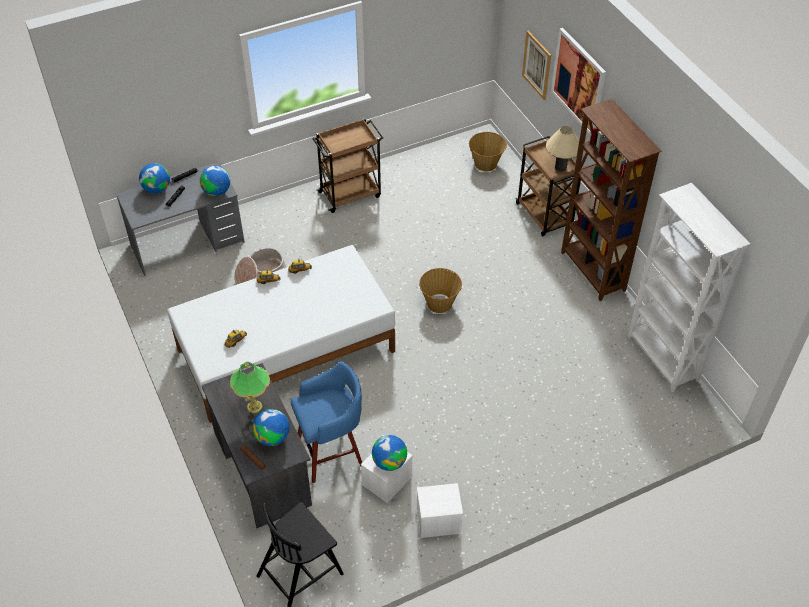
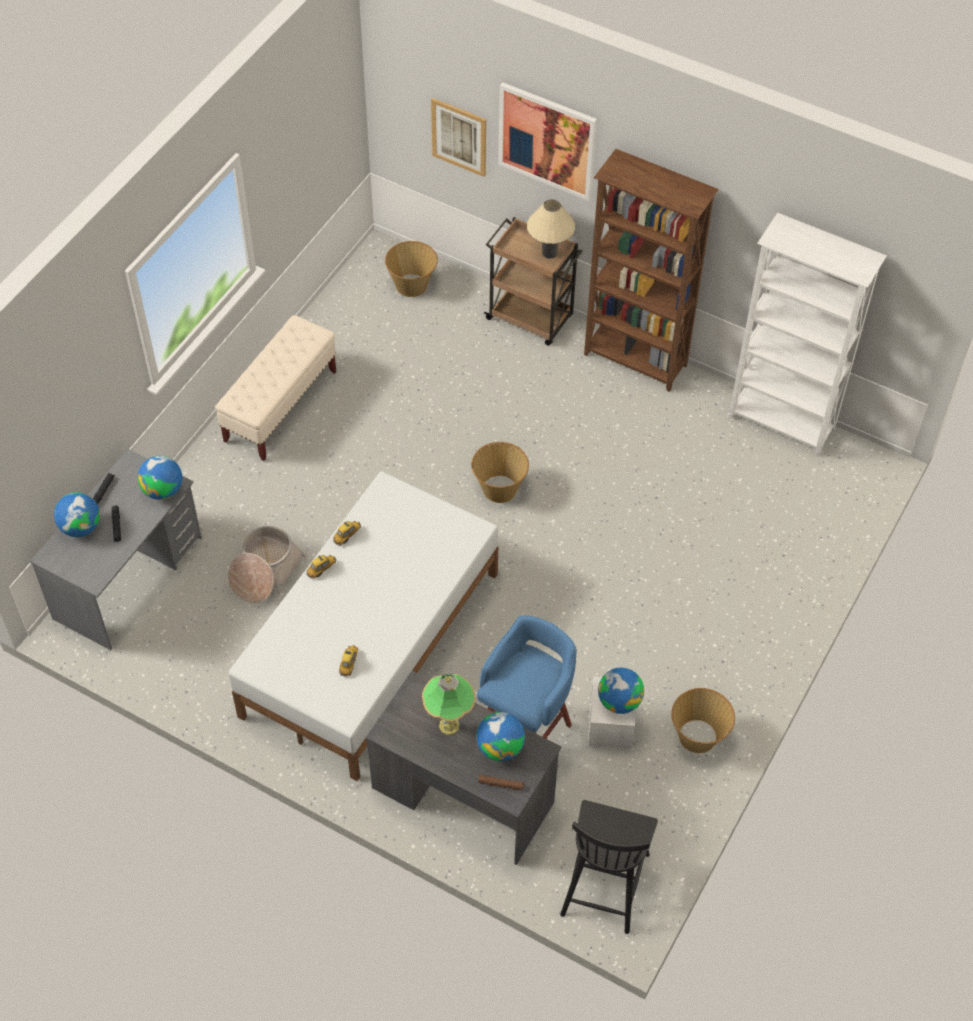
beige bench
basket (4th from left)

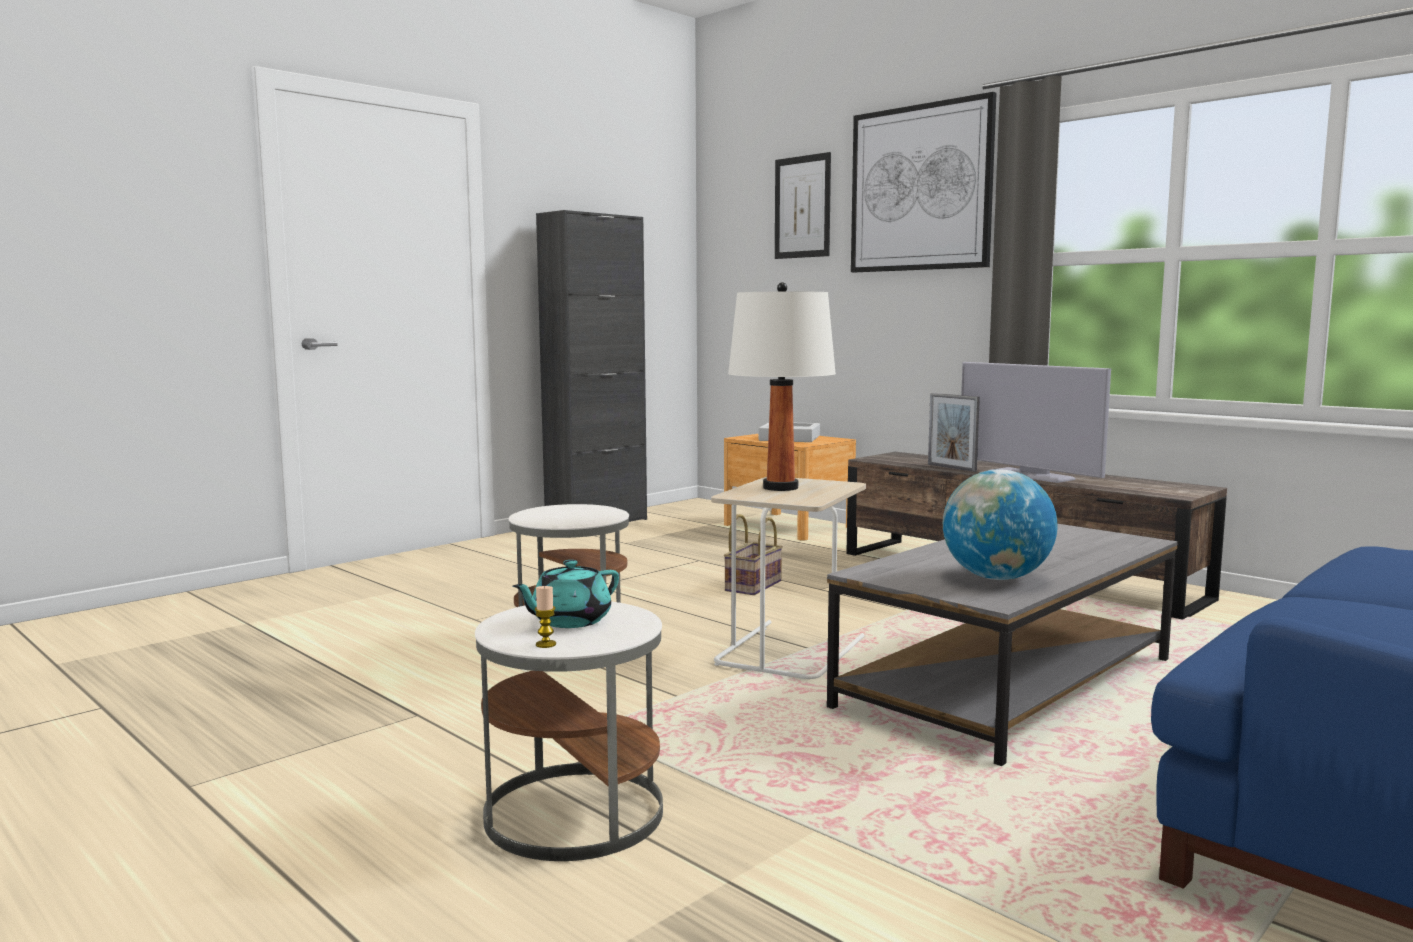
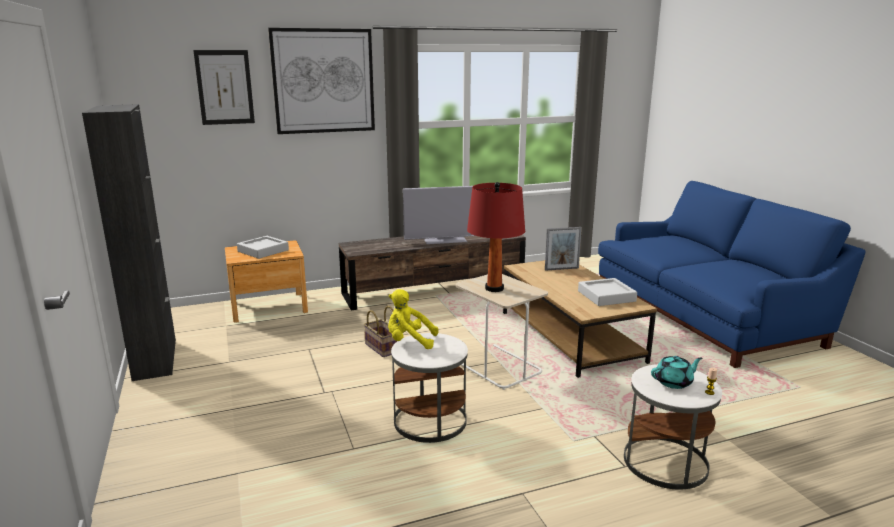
red table lamp
picture frame
grey tray (2nd from left)
brown coffee table
turquoise teapot
yellow plush toy

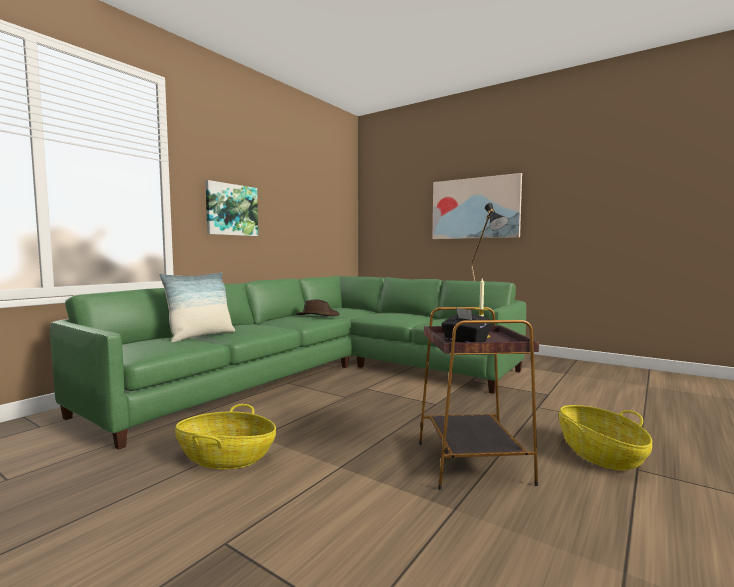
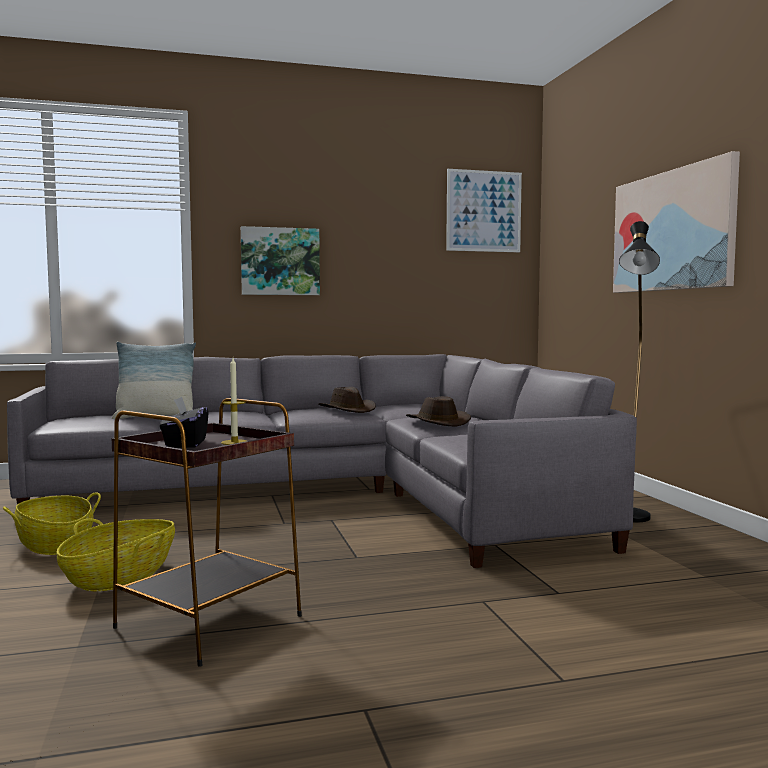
grey sofa
basket (2nd from left)
picture (2nd from left)
brown hat (2nd from left)

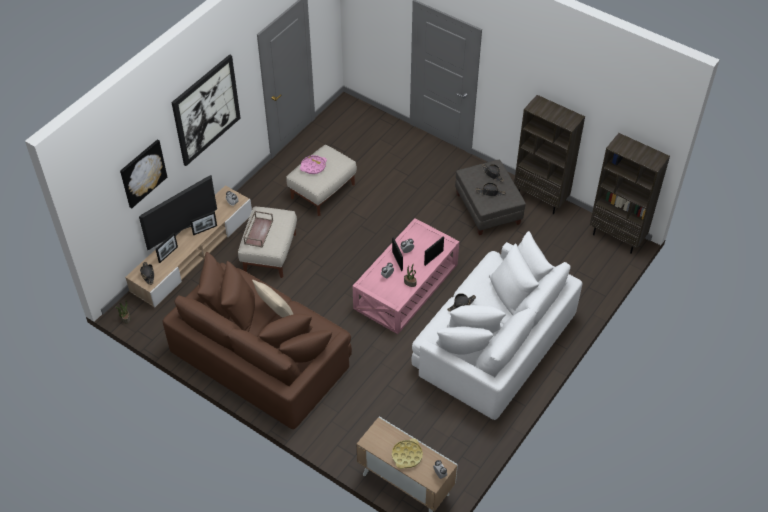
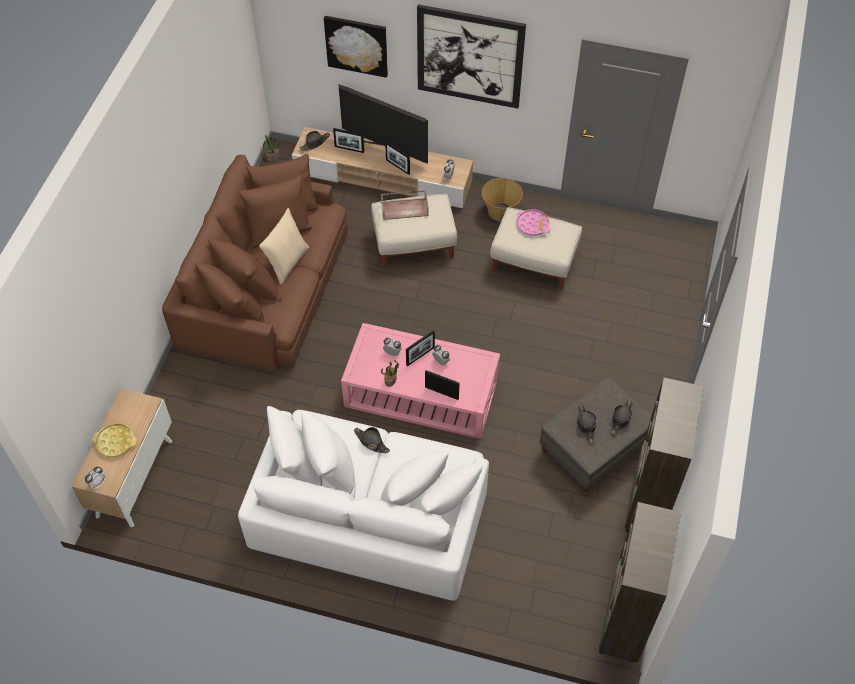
basket

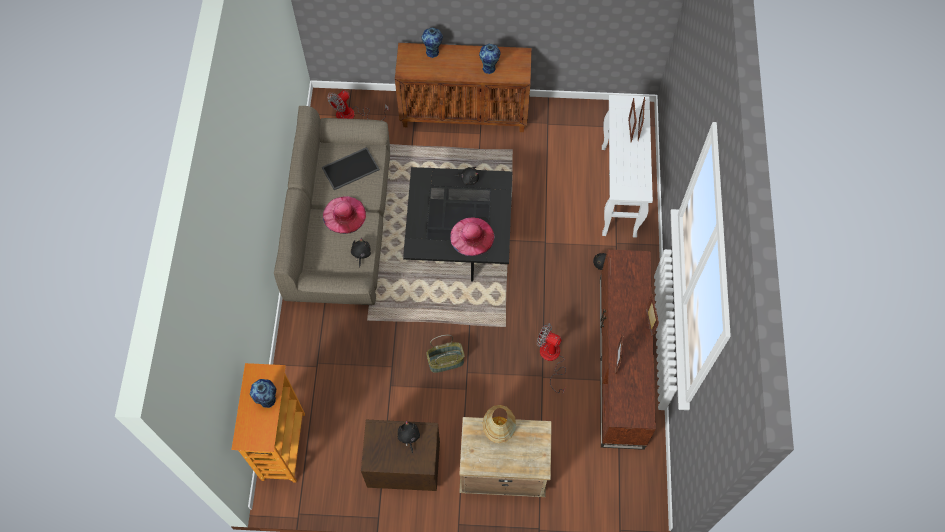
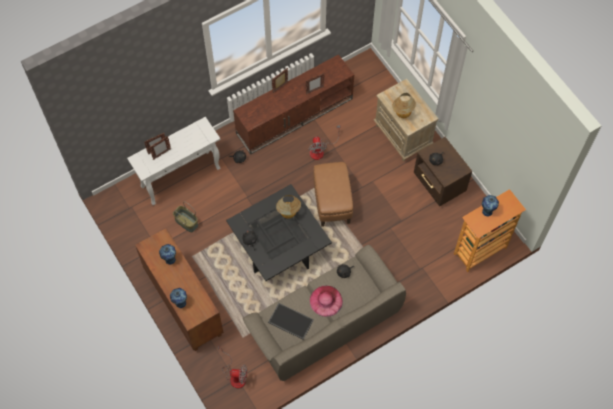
table lamp (1st from left)
basket
brown ottoman

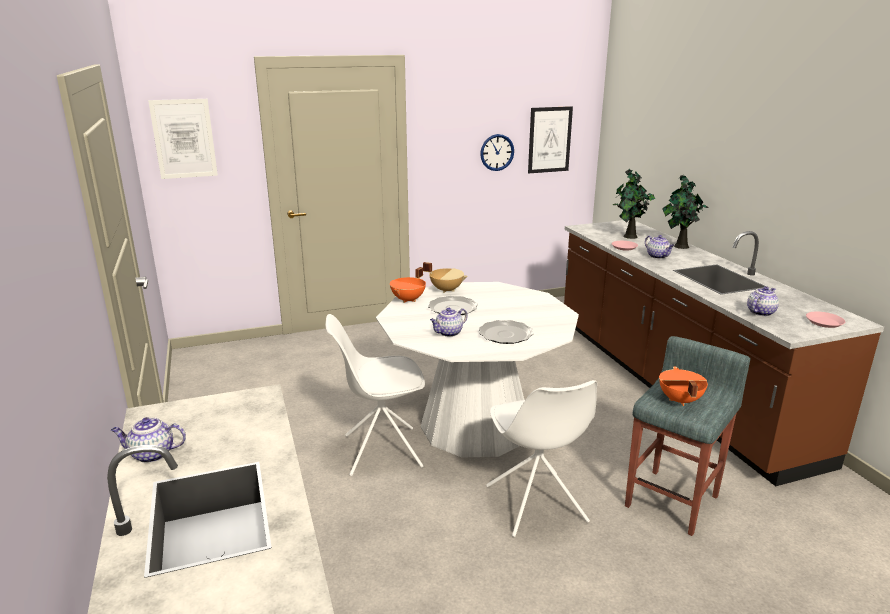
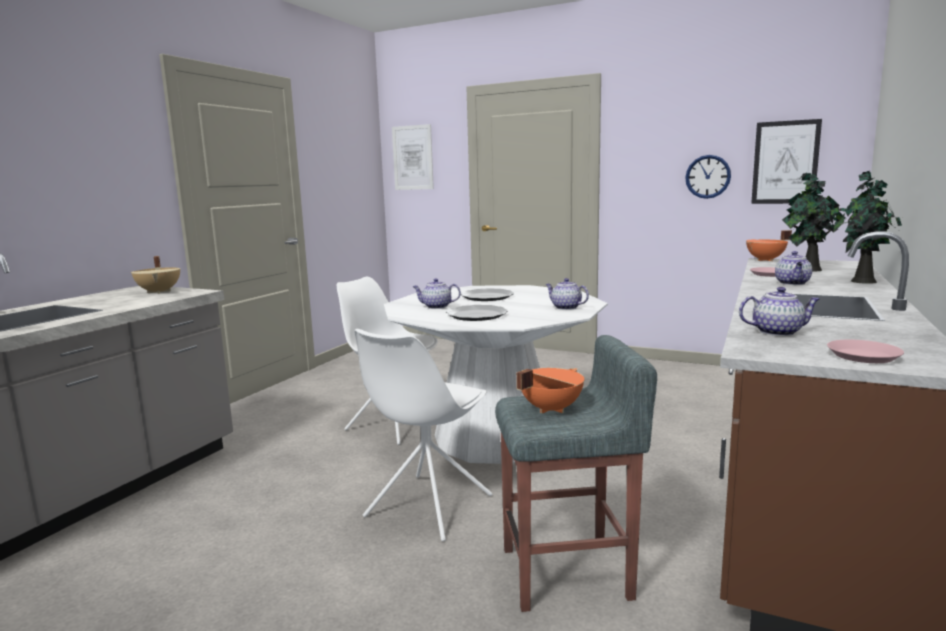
beige cooking pot
orange cooking pot (2nd from left)
teapot (2nd from left)

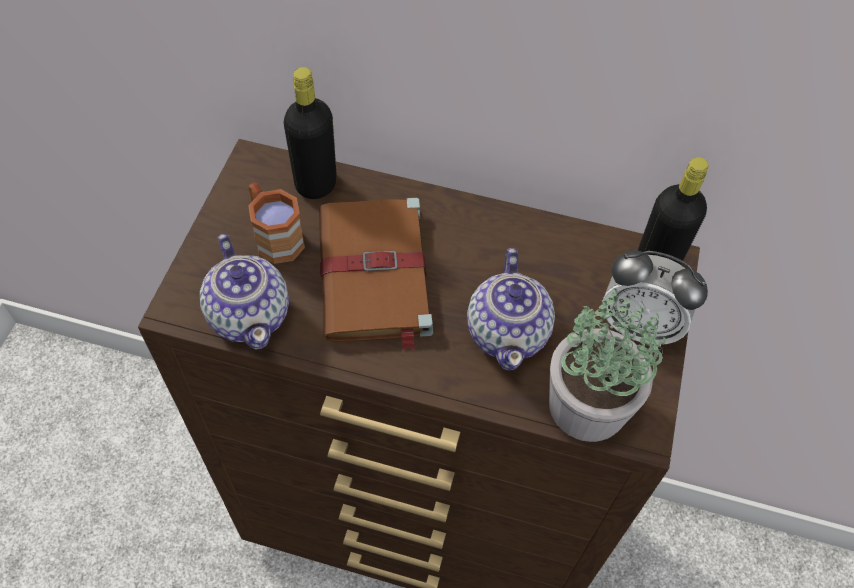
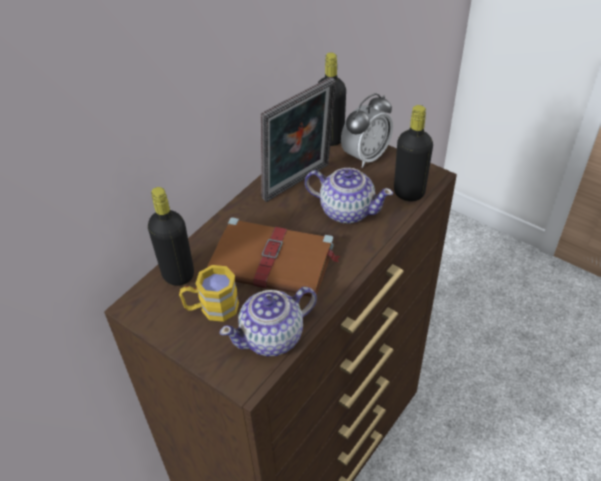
yellow mug
teapot (1st from left)
black bottle (3rd from left)
picture frame

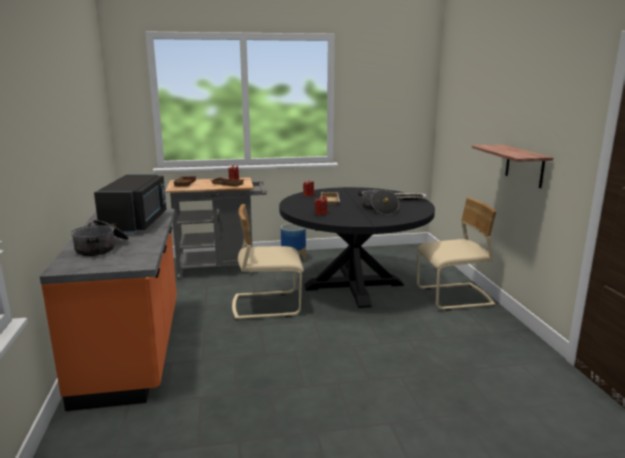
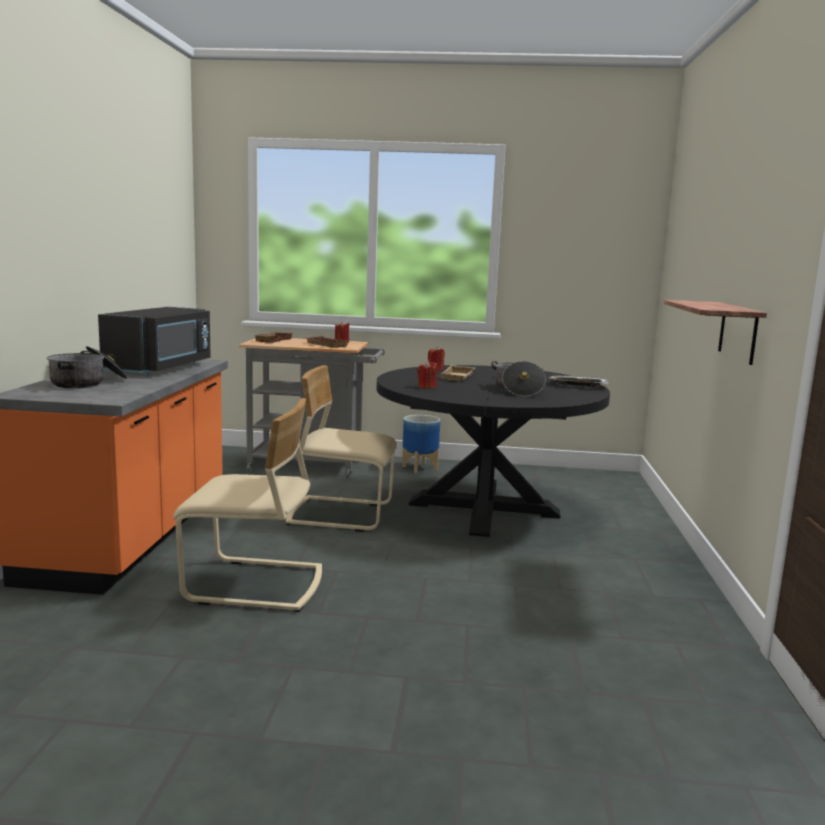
beige chair (1st from left)

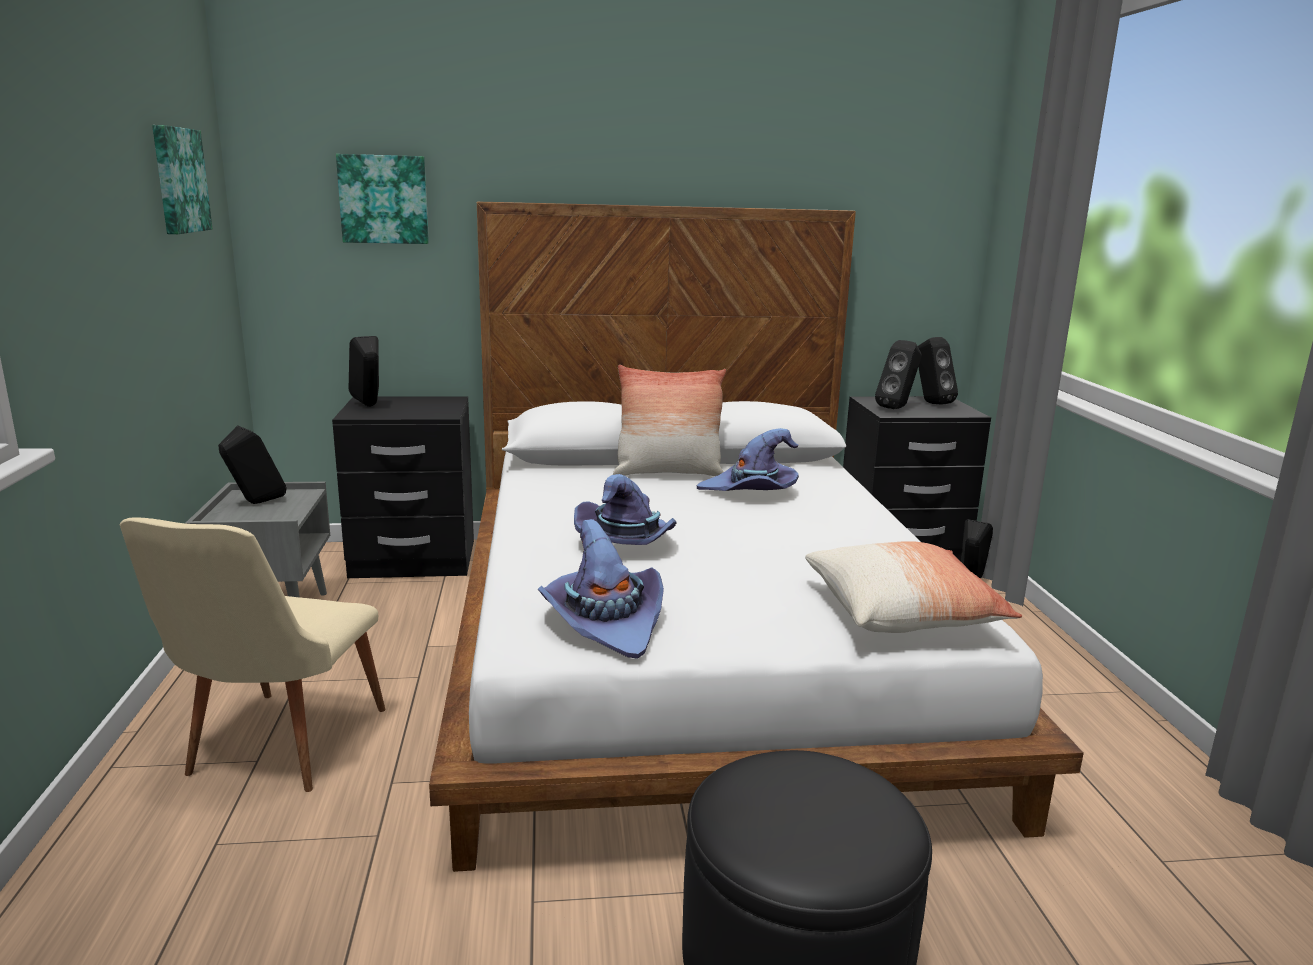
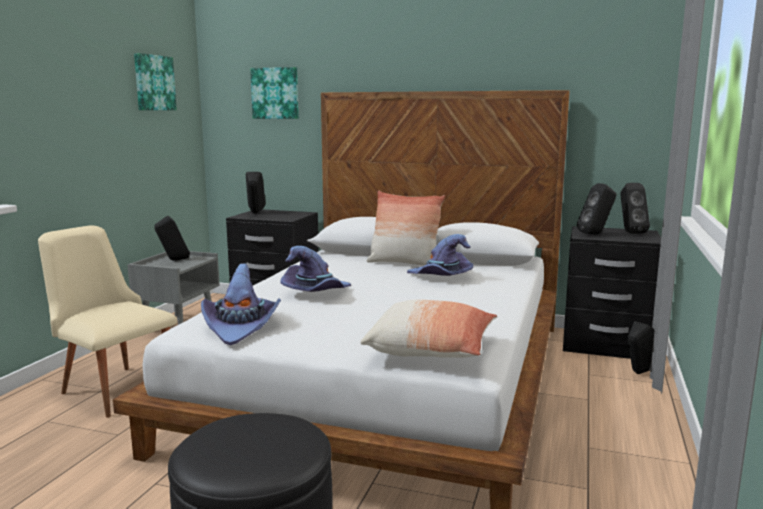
beige chair

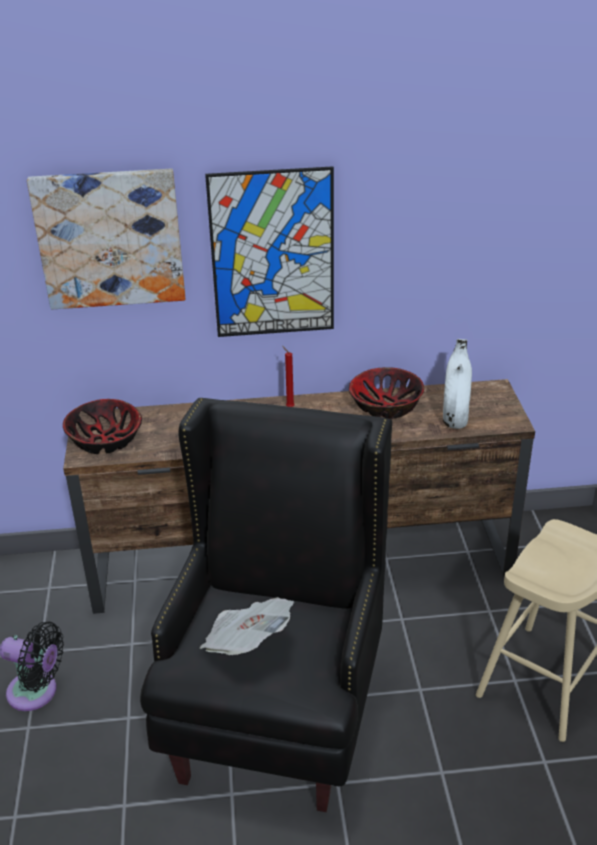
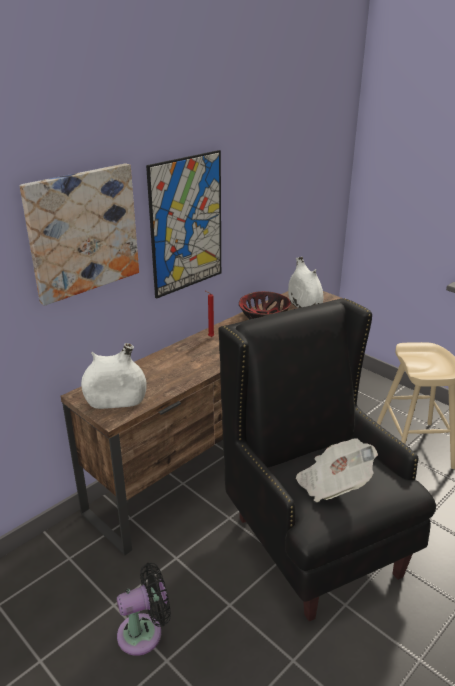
white vase (1st from left)

